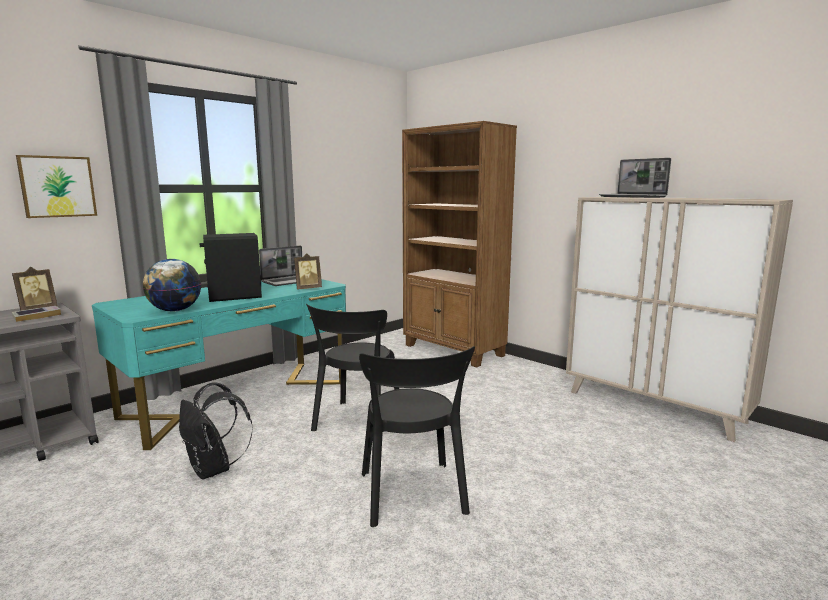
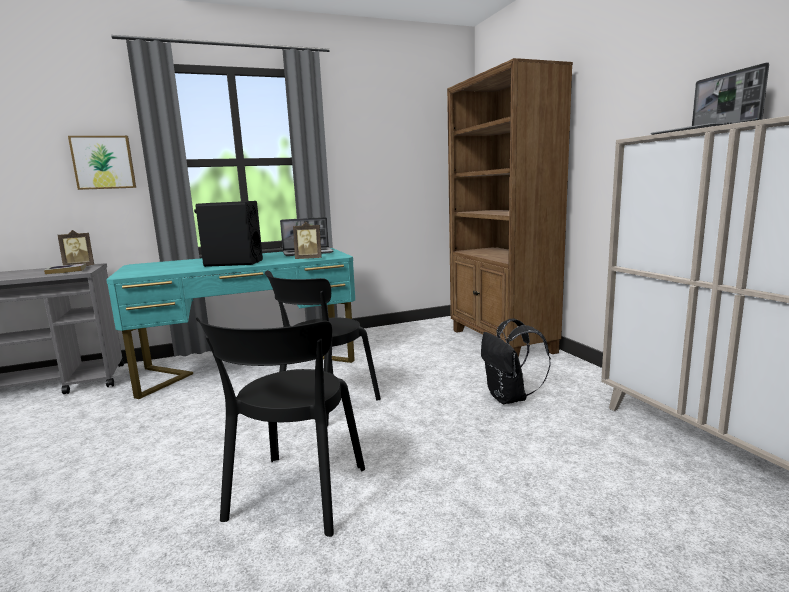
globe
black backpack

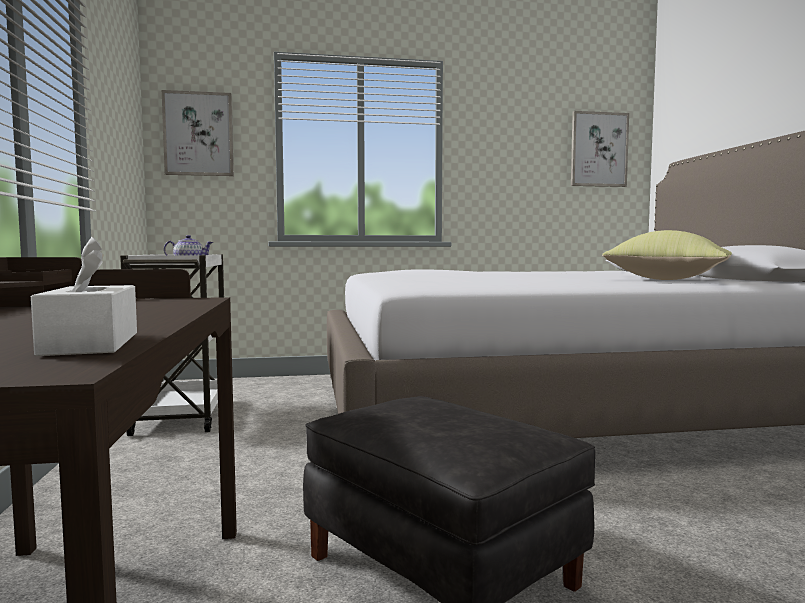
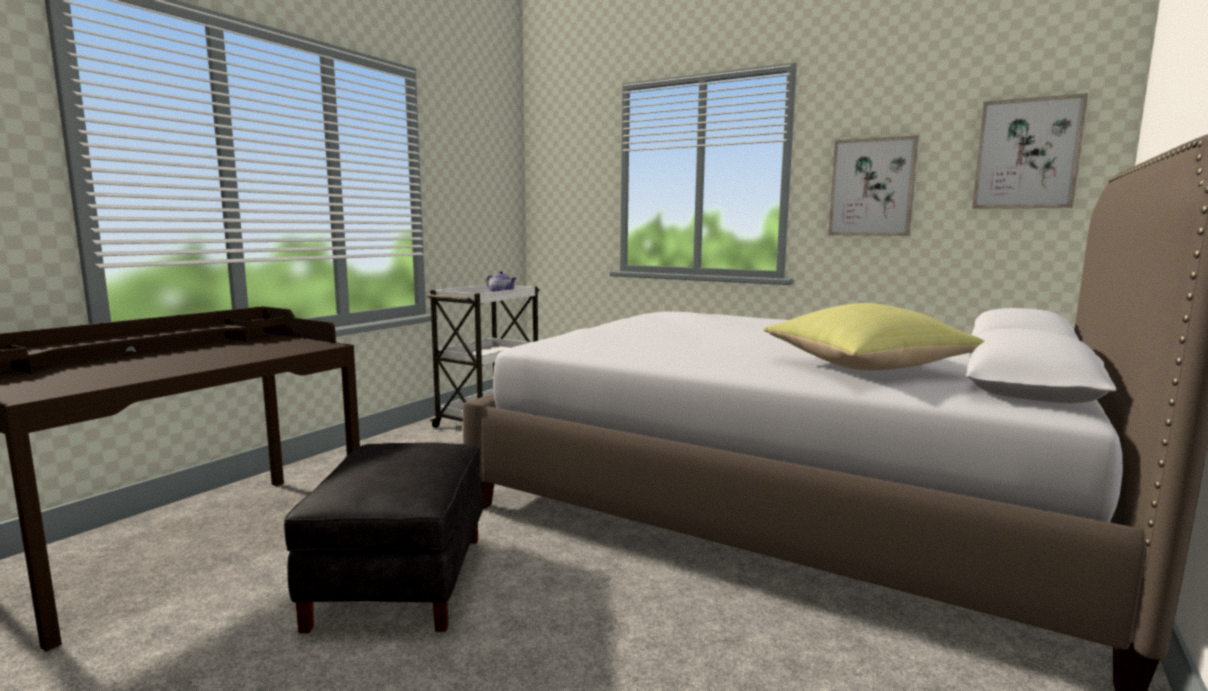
picture (1st from left)
white tissue box

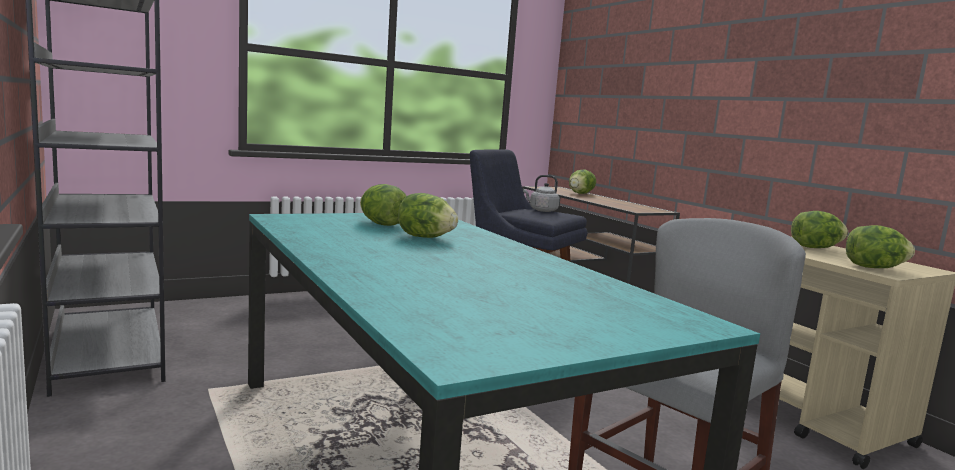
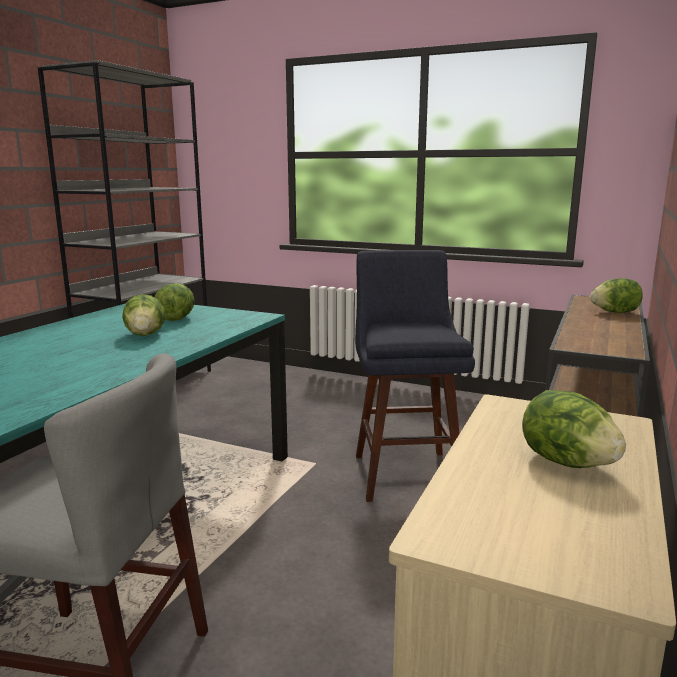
grey kettle
lettuce (5th from left in the first image)

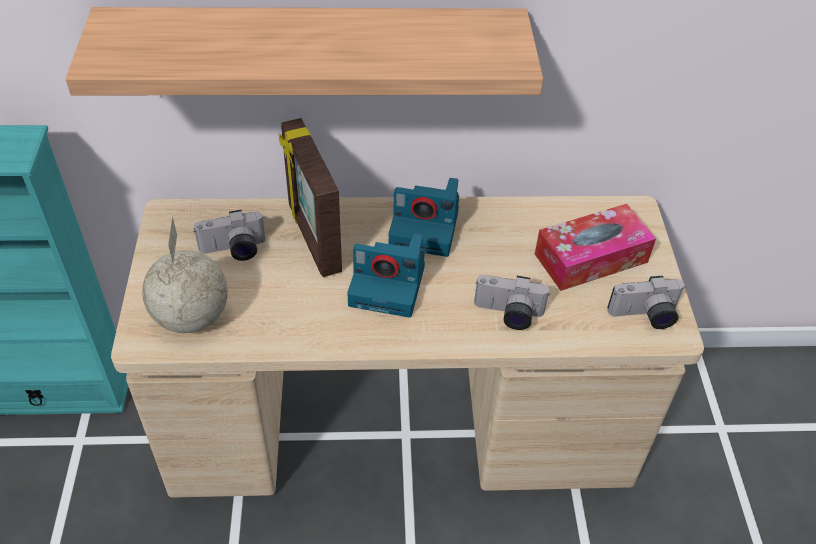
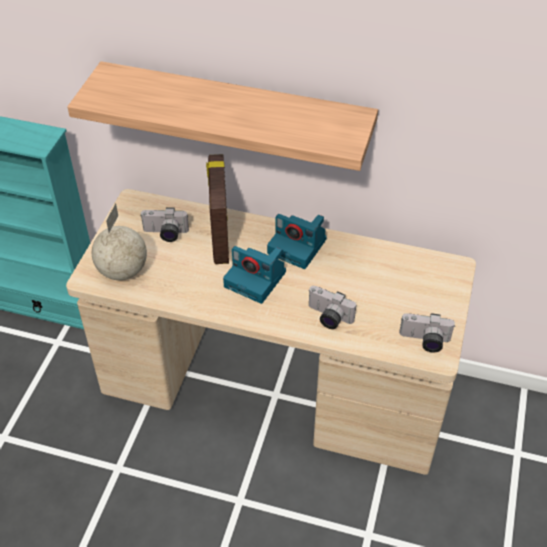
tissue box

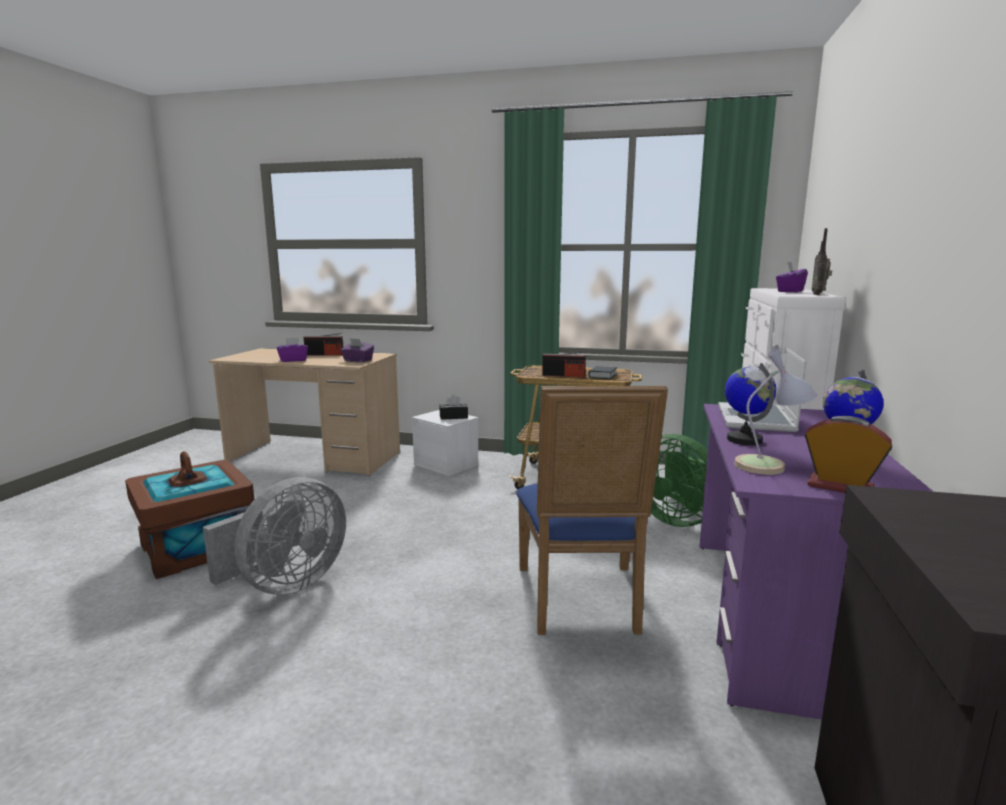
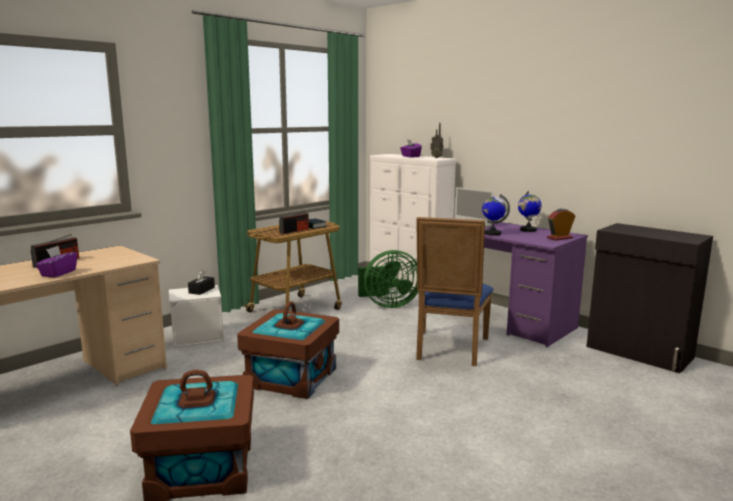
purple tissue box (2nd from left in the first image)
table lamp
blue chair
grey fan
brown storage box (2nd from left)

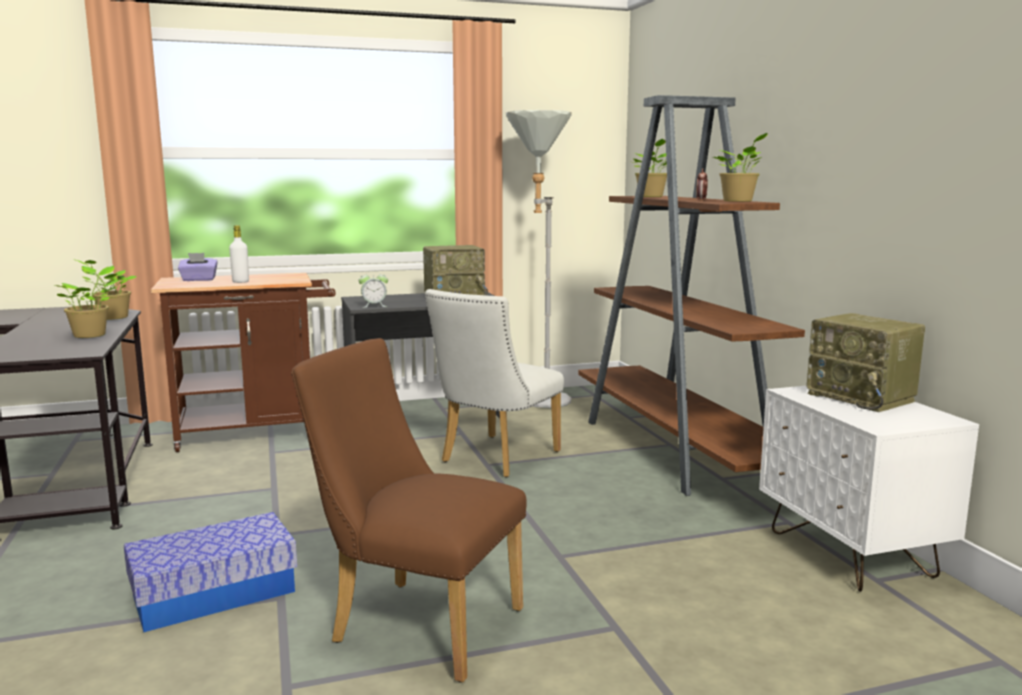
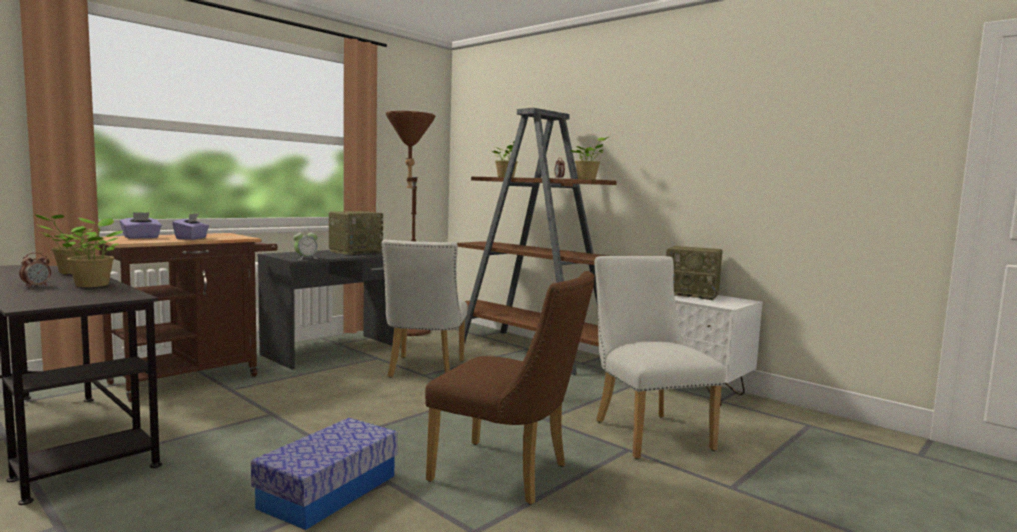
brown floor lamp
purple tissue box (2nd from left)
brown chair
alarm clock (1st from left)
white chair (2nd from left)

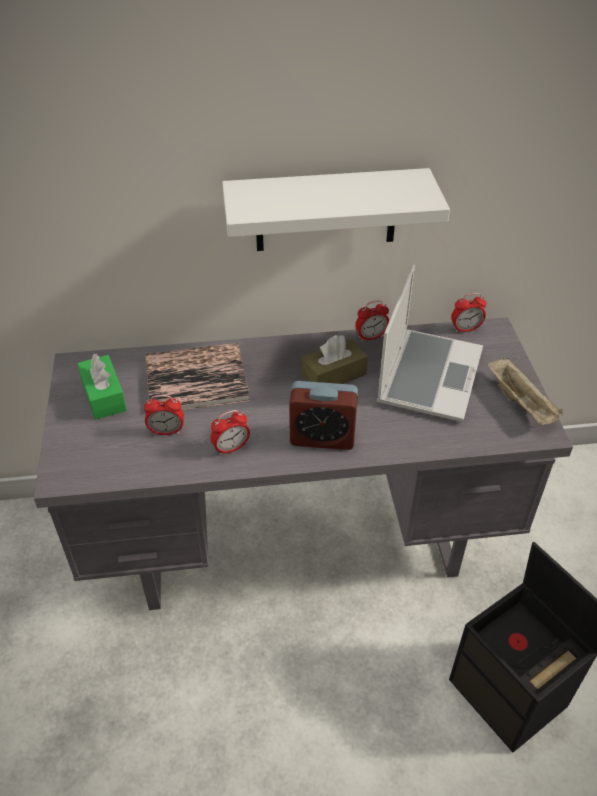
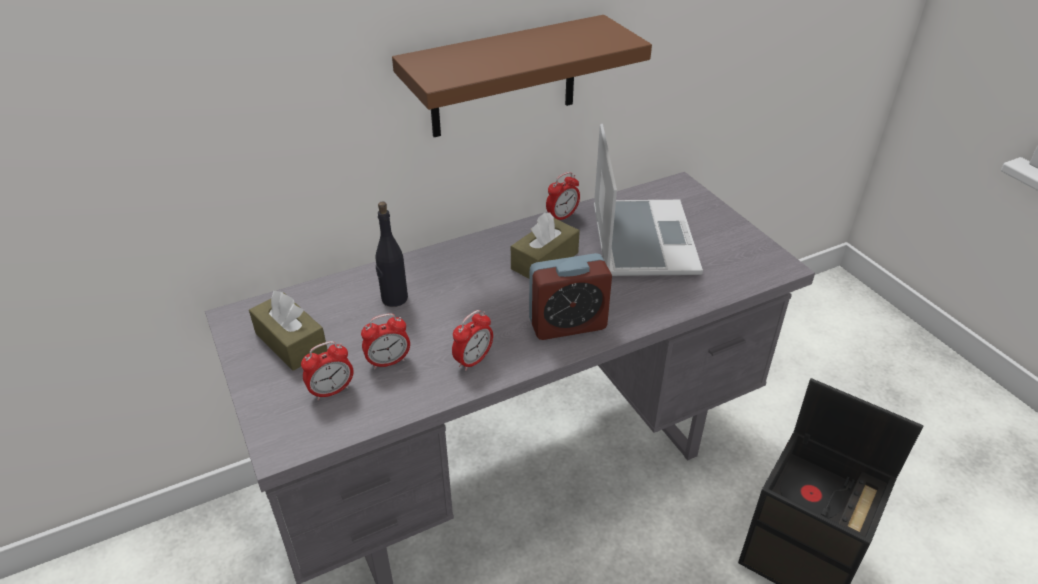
brown shelf
alarm clock (1st from left)
black bottle
brown tissue box (1st from left)
beige tray

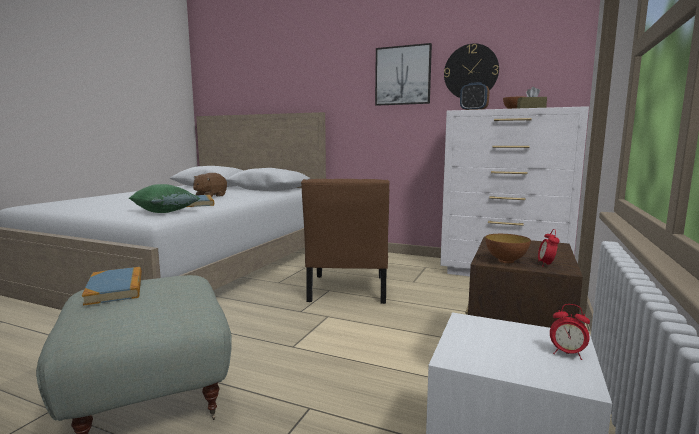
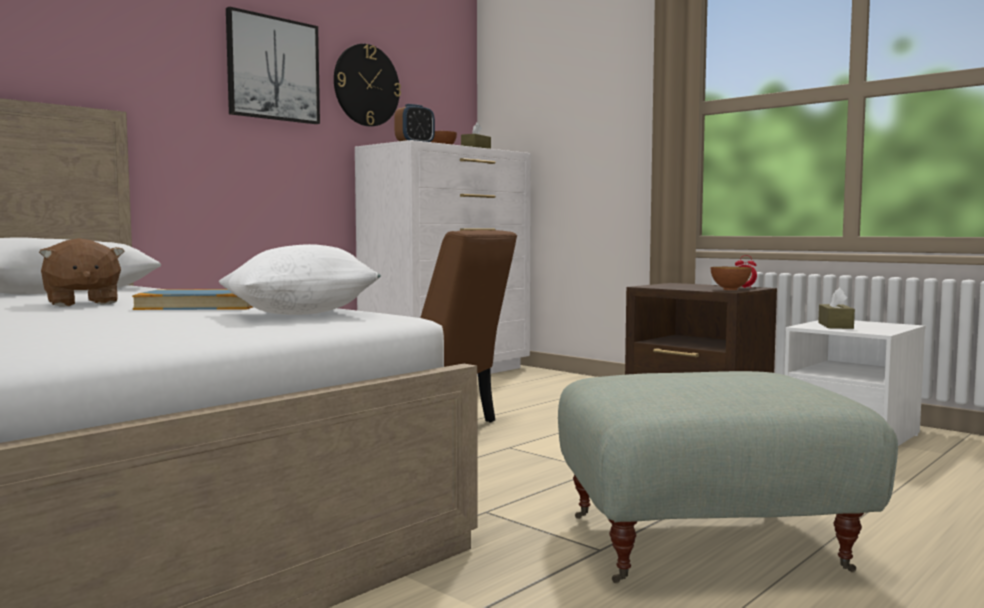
white pillow
book (1st from left in the first image)
alarm clock (3rd from left in the first image)
brown tissue box (2nd from left)

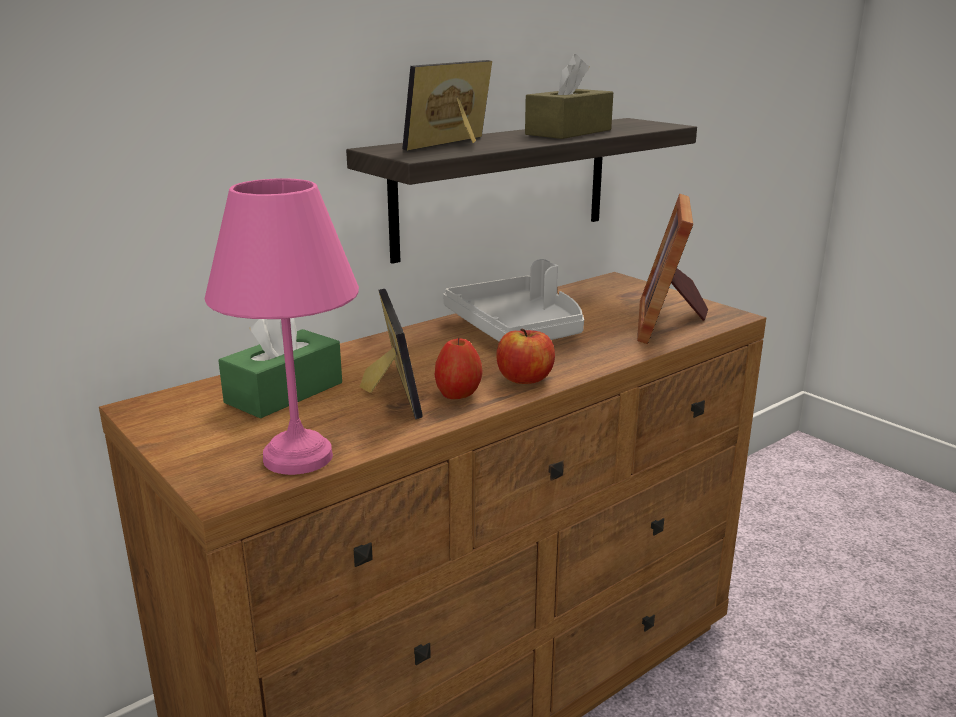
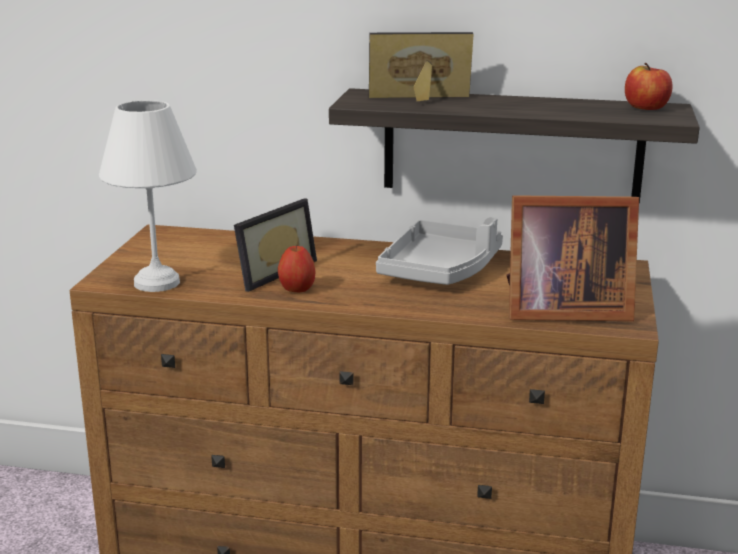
brown tissue box
white table lamp
picture frame (3rd from left)
green tissue box
apple (2nd from left)

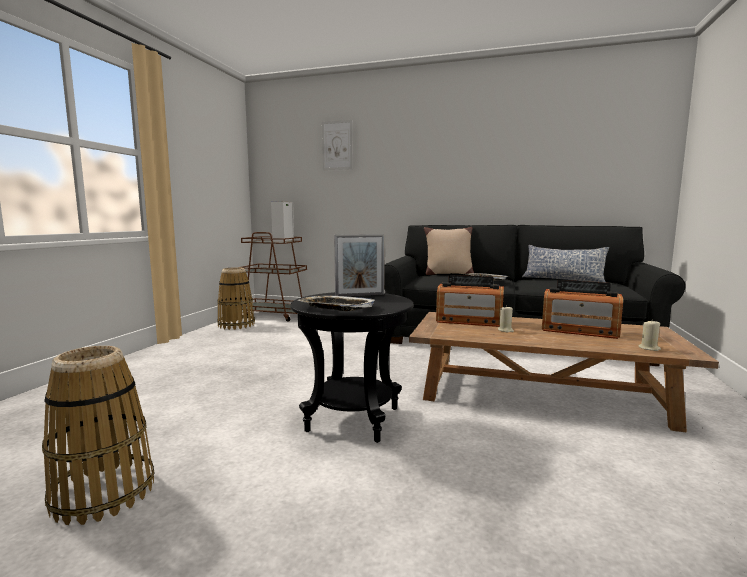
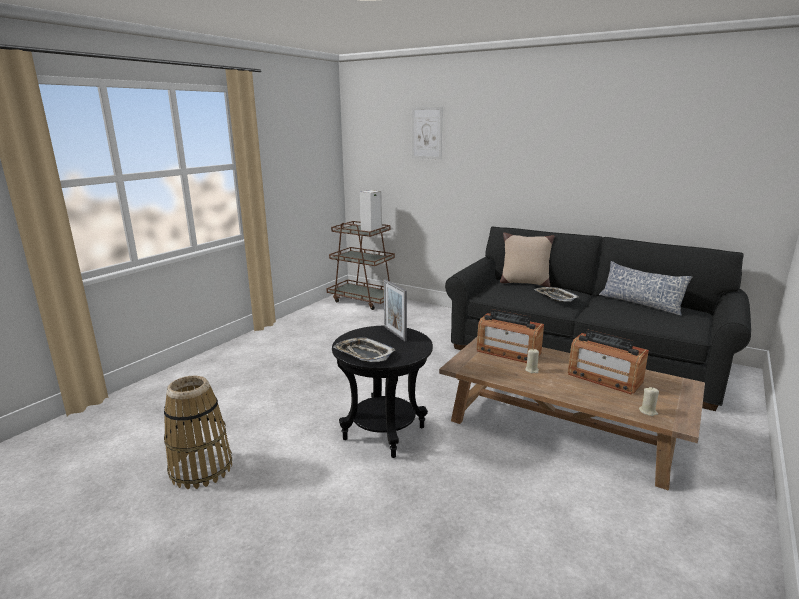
picture frame
basket (2nd from left in the first image)

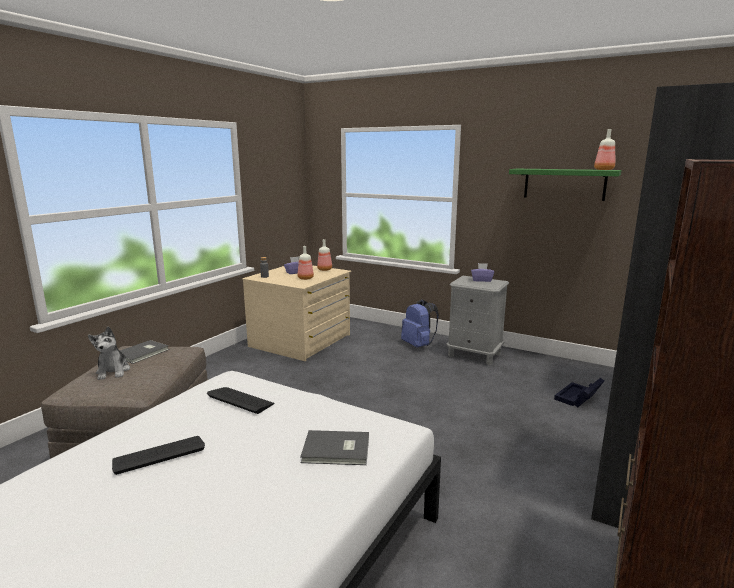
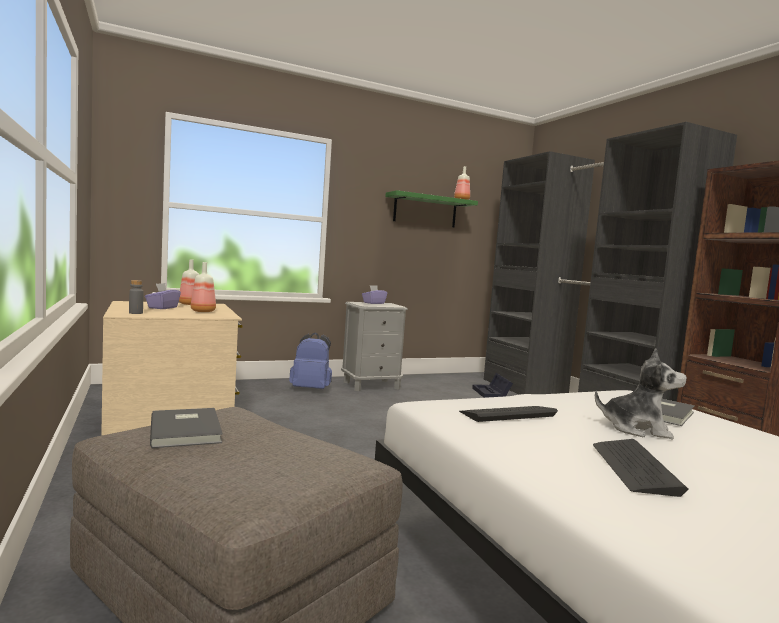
plush toy

